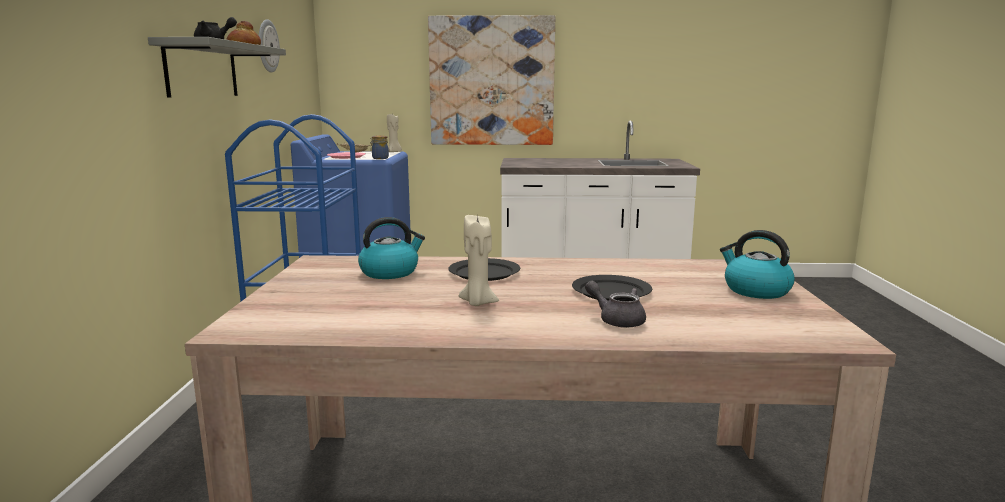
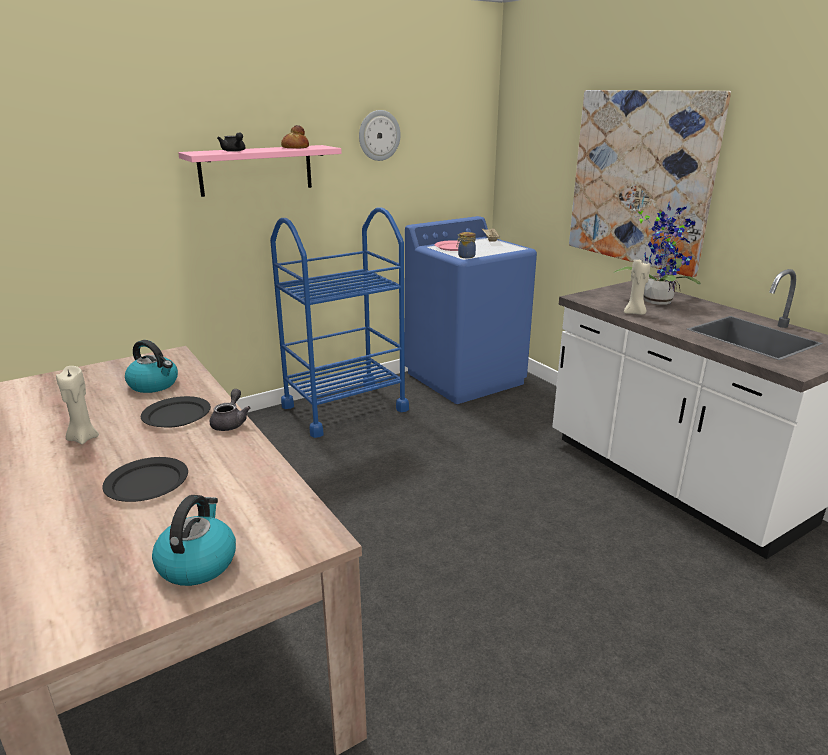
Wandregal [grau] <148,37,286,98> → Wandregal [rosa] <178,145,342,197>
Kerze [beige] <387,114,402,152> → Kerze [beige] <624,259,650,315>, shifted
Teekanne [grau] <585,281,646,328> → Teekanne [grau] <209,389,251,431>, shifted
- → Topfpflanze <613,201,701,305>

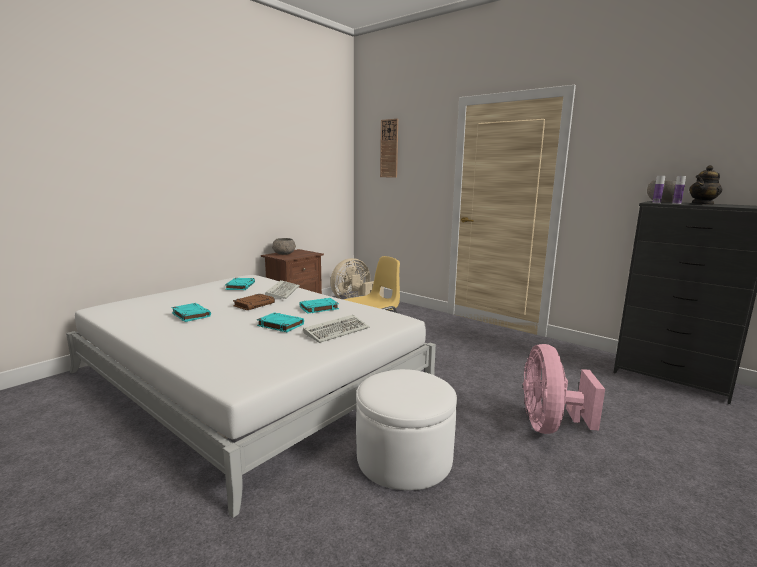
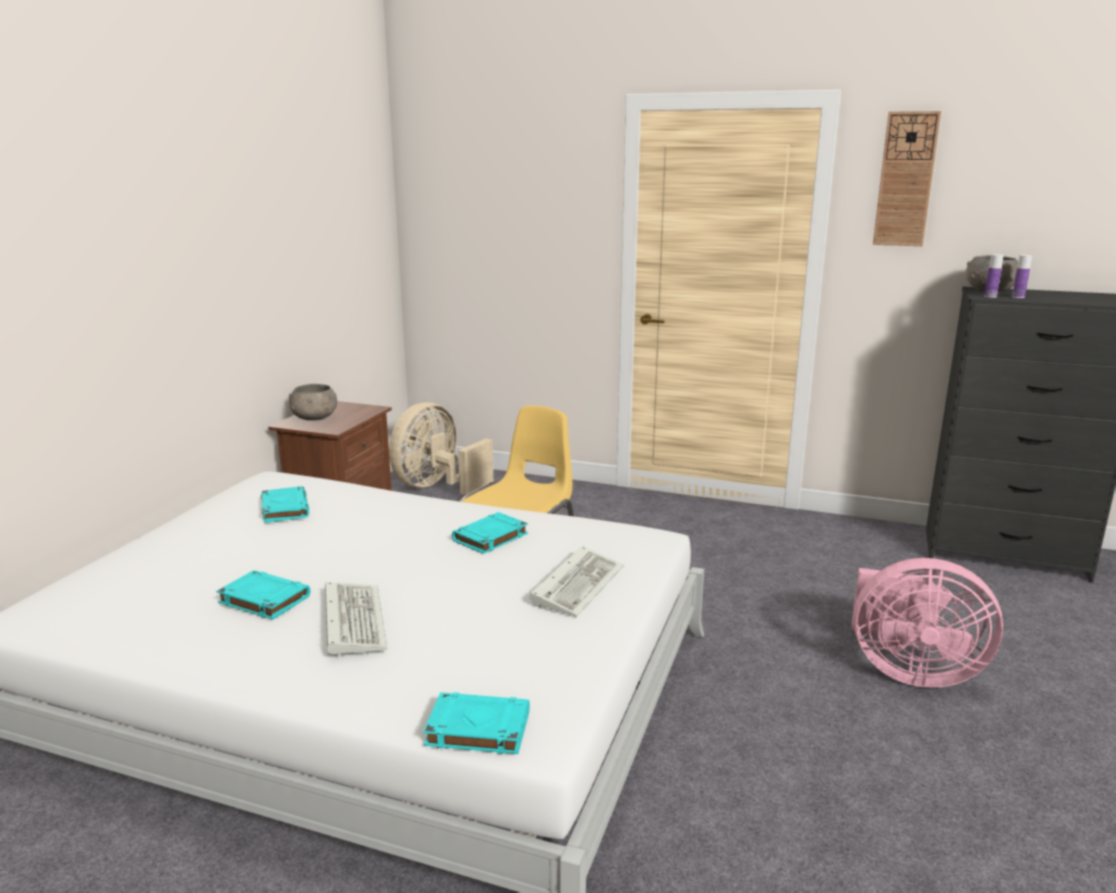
Wanduhr <380,119,398,178> → Wanduhr <873,111,941,246>, shifted
Teekanne <689,165,722,205> → -
Tastatur <265,280,300,299> → Tastatur <325,582,387,656>, shifted
Buch [braun] <233,294,275,310> → -
Buch [türkis] <257,312,304,332> → Buch [türkis] <423,692,530,754>, shifted
Ventilator [rosa] <523,344,605,434> → Ventilator [rosa] <852,558,1003,688>, 60 degrees counterclockwise
Polsterhocker [weiß] <356,369,457,490> → -

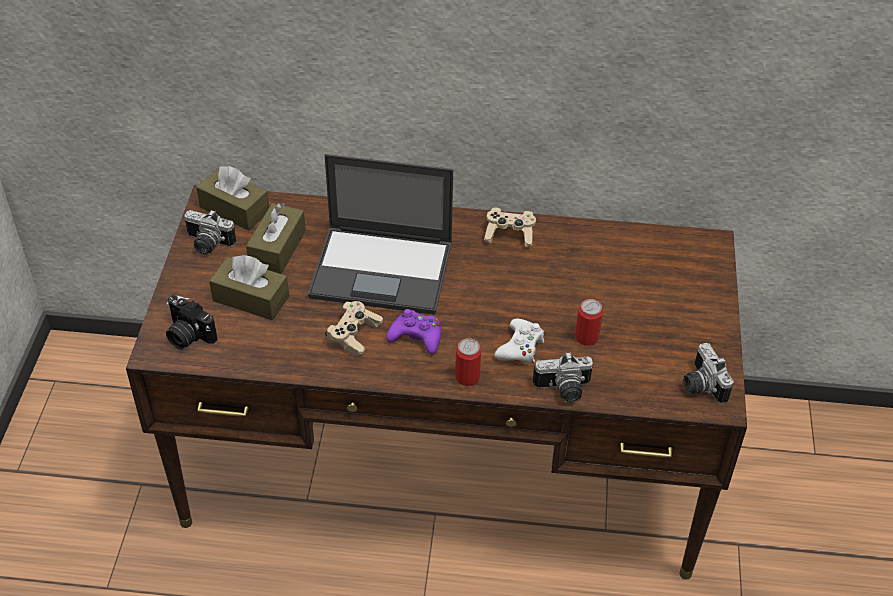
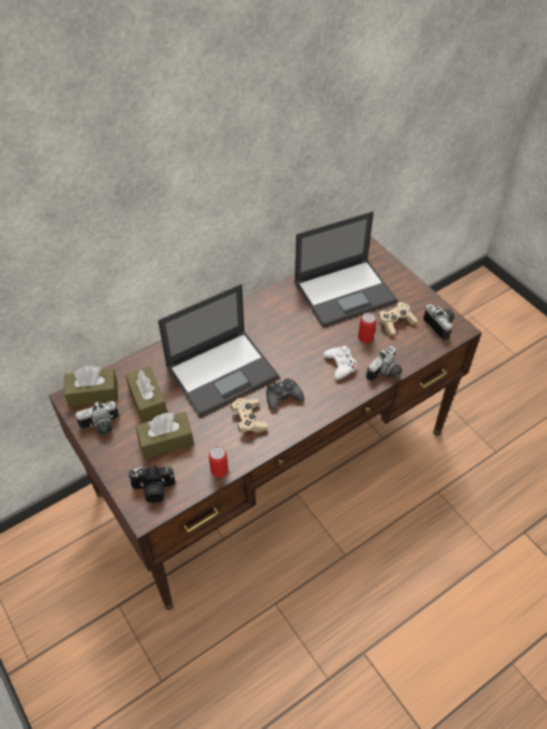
Gamepad [beige] <484,208,536,248> → Gamepad [beige] <378,302,417,336>, shifted
Gamepad [lila] <386,309,441,355> → Gamepad [schwarz] <266,378,305,411>
Dose <455,338,481,386> → Dose <209,446,228,478>, shifted
Kamera <683,343,734,404> → Kamera <423,304,455,341>, 150 degrees counterclockwise
- → Laptop <294,211,397,327>

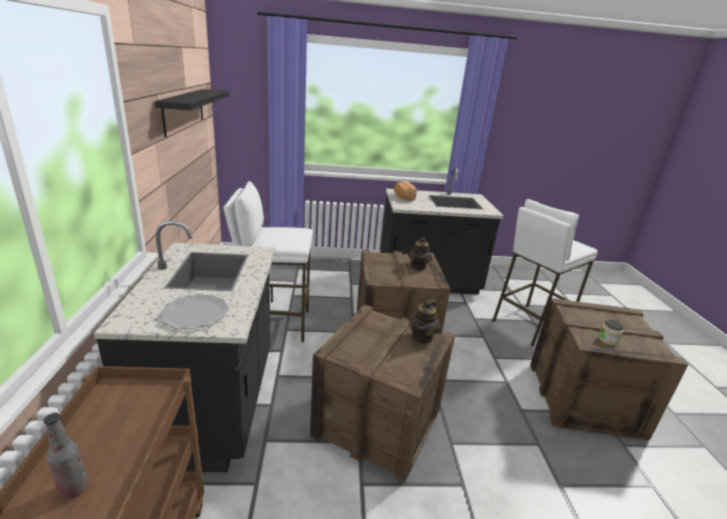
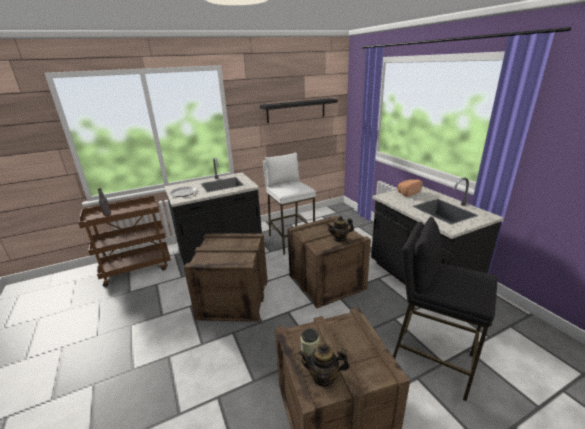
Hocker [weiß] <492,199,598,347> → Hocker [schwarz] <393,217,498,401>
Teekanne <409,299,440,344> → Teekanne <298,343,350,387>, shifted

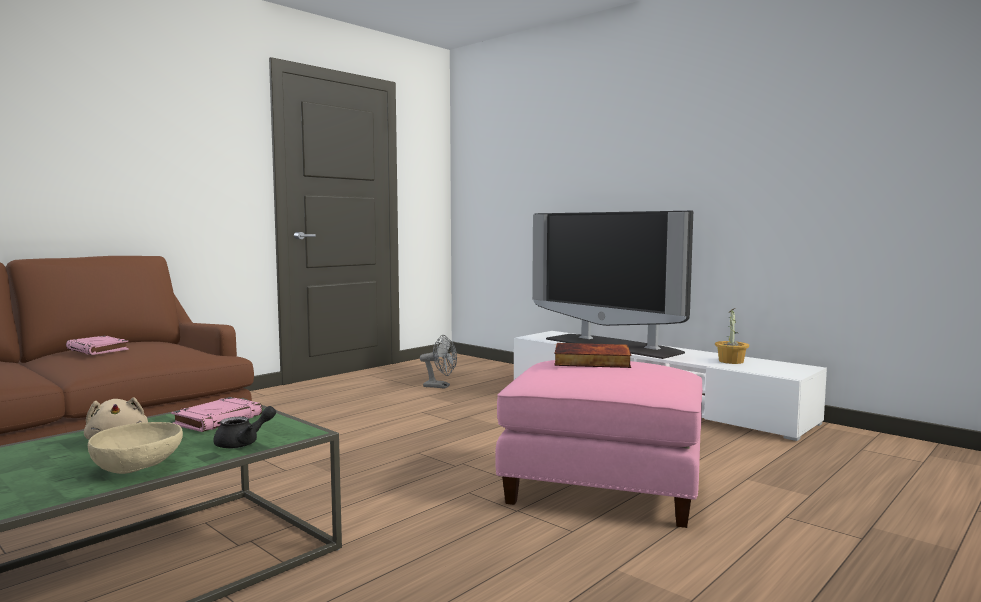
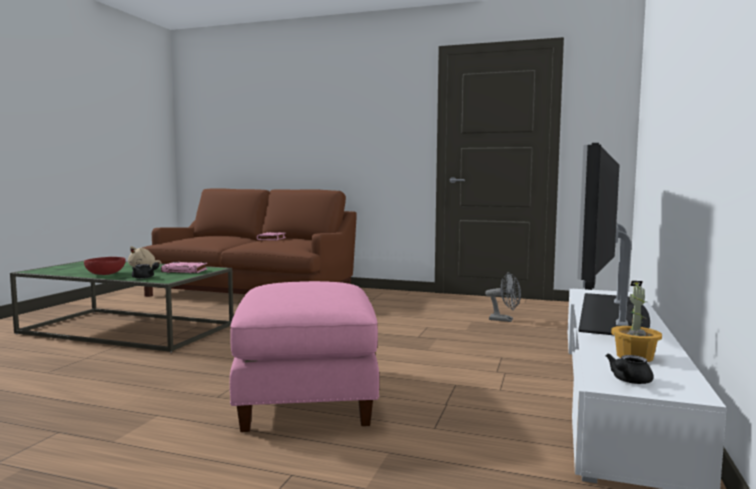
Ventilator [grau] <420,335,457,389> → Ventilator [grau] <485,272,521,322>, 60 degrees counterclockwise
Buch <554,343,631,368> → -
Schüssel [beige] <88,422,183,474> → Schüssel [rot] <84,257,126,275>
- → Teekanne [schwarz] <606,354,654,384>

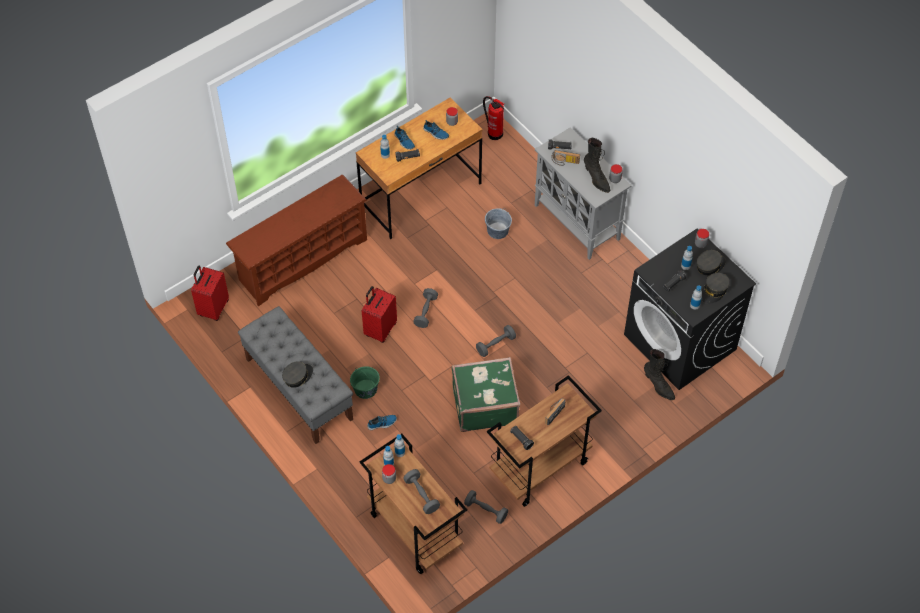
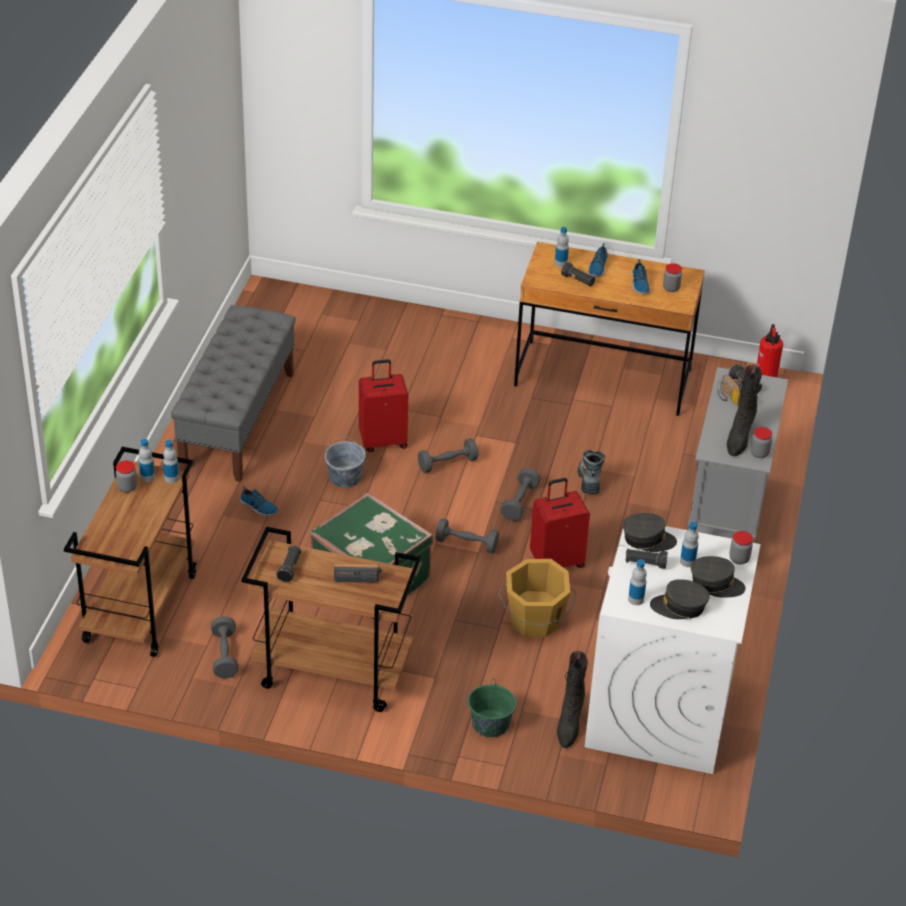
Schuhregal [braun] <226,175,367,306> → -
Eimer [grau] <485,208,512,239> → Eimer [grau] <325,436,366,488>, shifted
Waschmaschine [schwarz] <624,228,756,390> → Waschmaschine [weiß] <585,526,761,774>
Koffer [rot] <191,265,229,321> → Koffer [rot] <530,478,590,568>, shifted
Kappe [grau] <282,361,313,388> → Kappe [grau] <623,513,677,552>, shifted
Eimer [grün] <350,366,380,399> → Eimer [grün] <468,678,517,737>, shifted
Hantel [grau] <403,469,440,514> → Hantel [grau] <500,468,541,521>, shifted
- → Stiefel <578,450,605,494>
- → Eimer [orange] <498,559,576,637>

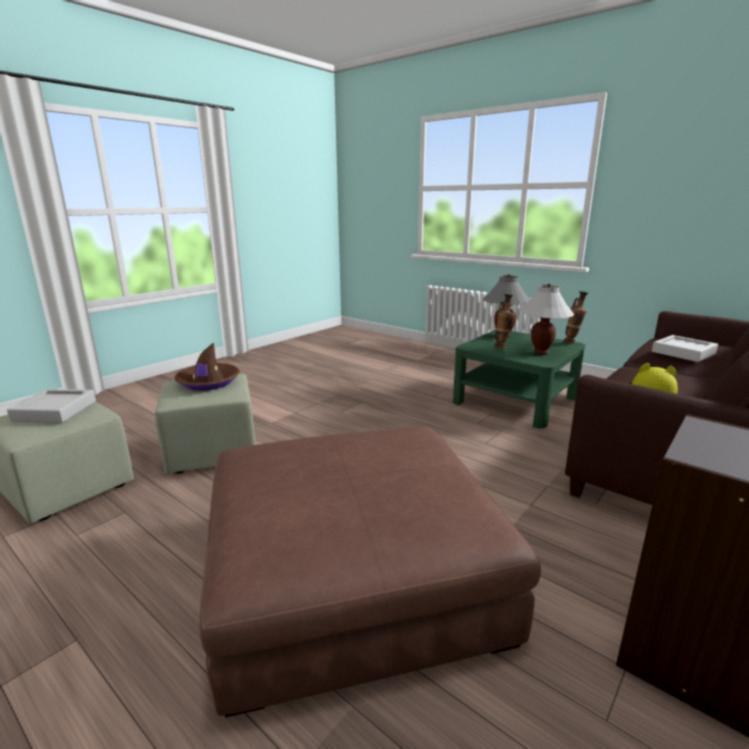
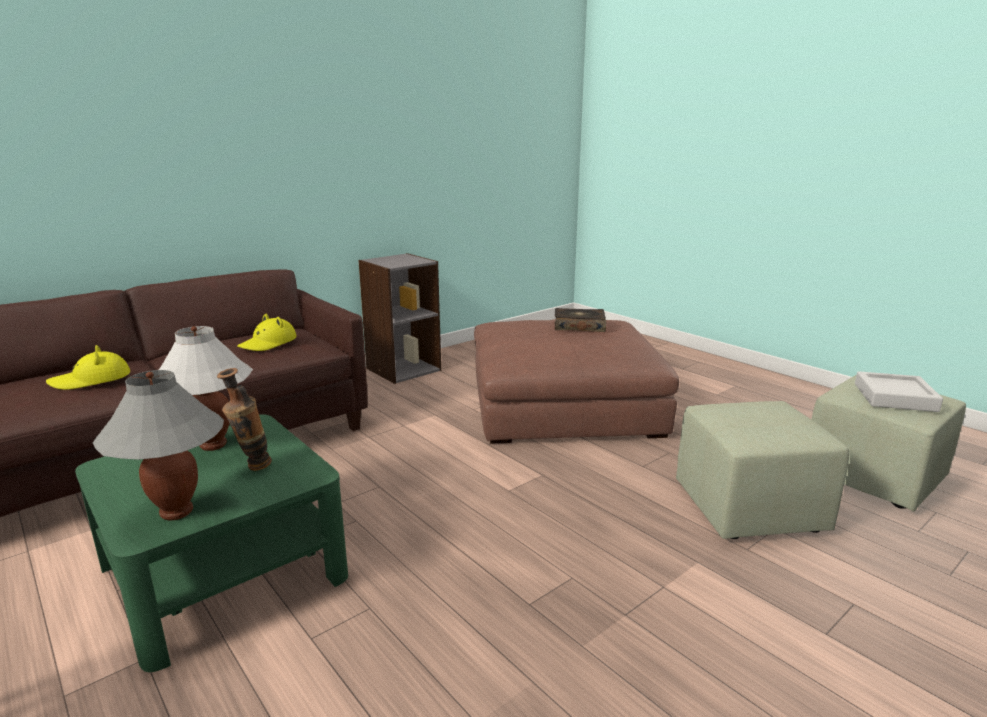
Vase <564,291,589,344> → -
Tablett [grau] <652,335,718,362> → Hut [gelb] <46,345,130,390>
Hut [braun] <174,342,240,391> → -
- → Buch <555,308,606,332>

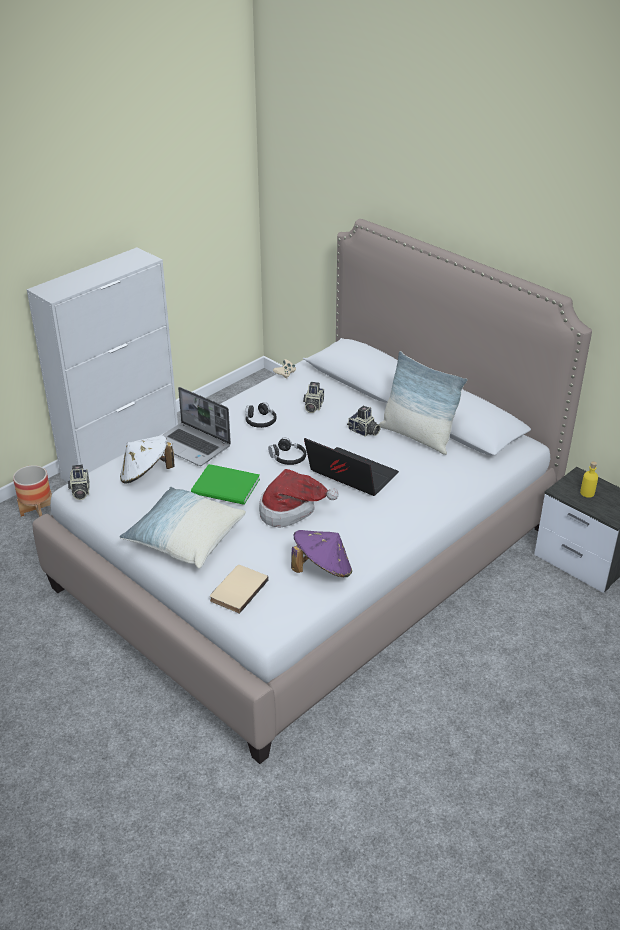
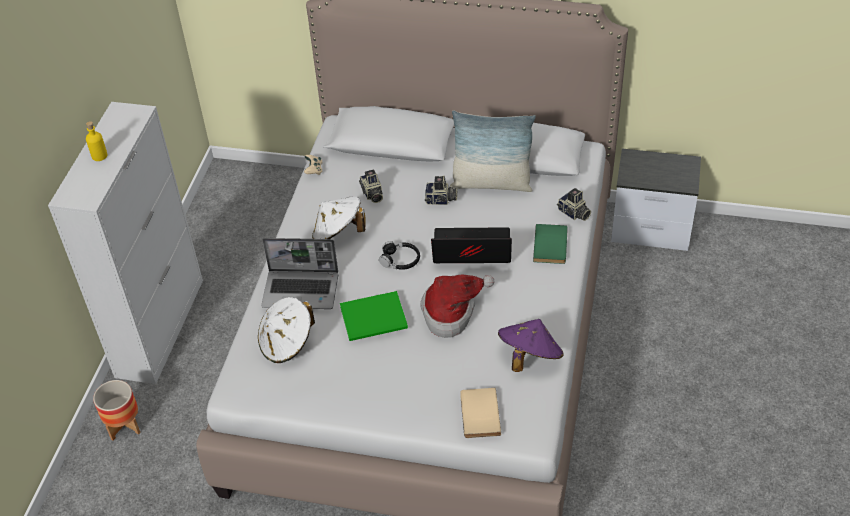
Kopfhörer [schwarz] <245,402,277,428> → Hut [weiß] <312,196,366,239>
Flasche [gelb] <580,461,598,498> → Flasche [gelb] <86,121,108,161>, shifted
Kamera <68,465,89,500> → Kamera <557,188,591,221>, shifted
Kissen <120,487,246,568> → -
- → Buch [grün] <533,224,568,264>

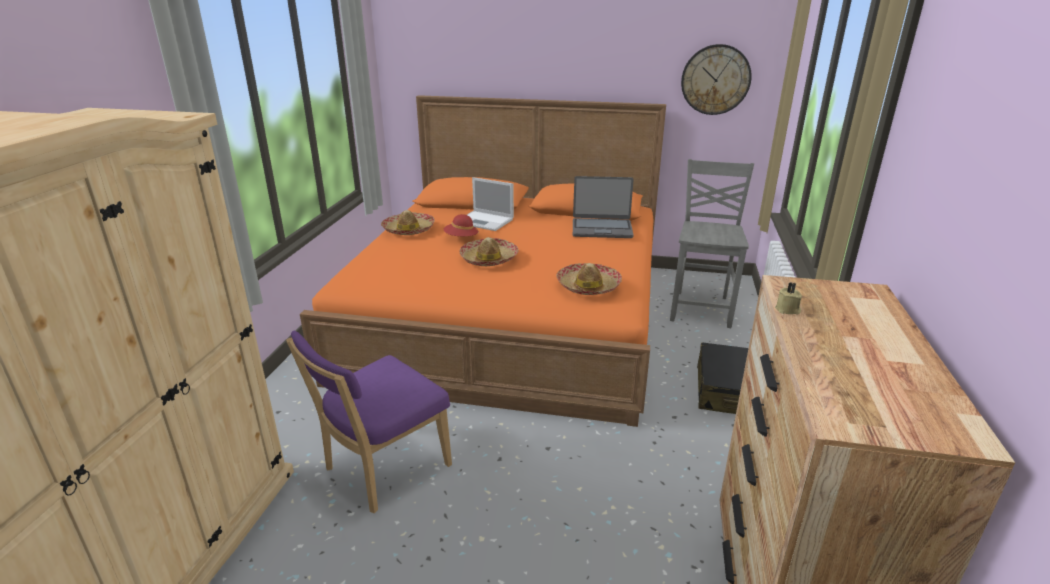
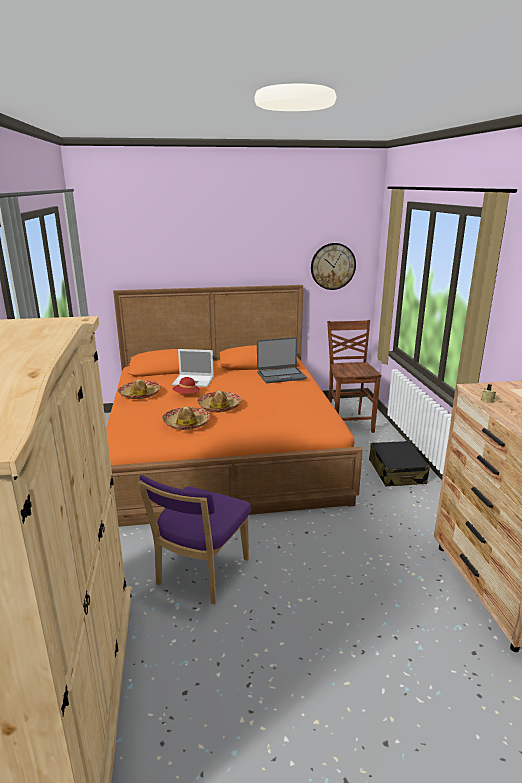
Stuhl [grau] <670,159,754,328> → Stuhl [braun] <327,320,381,433>
Hut <556,263,622,295> → Hut <162,407,210,430>, shifted

